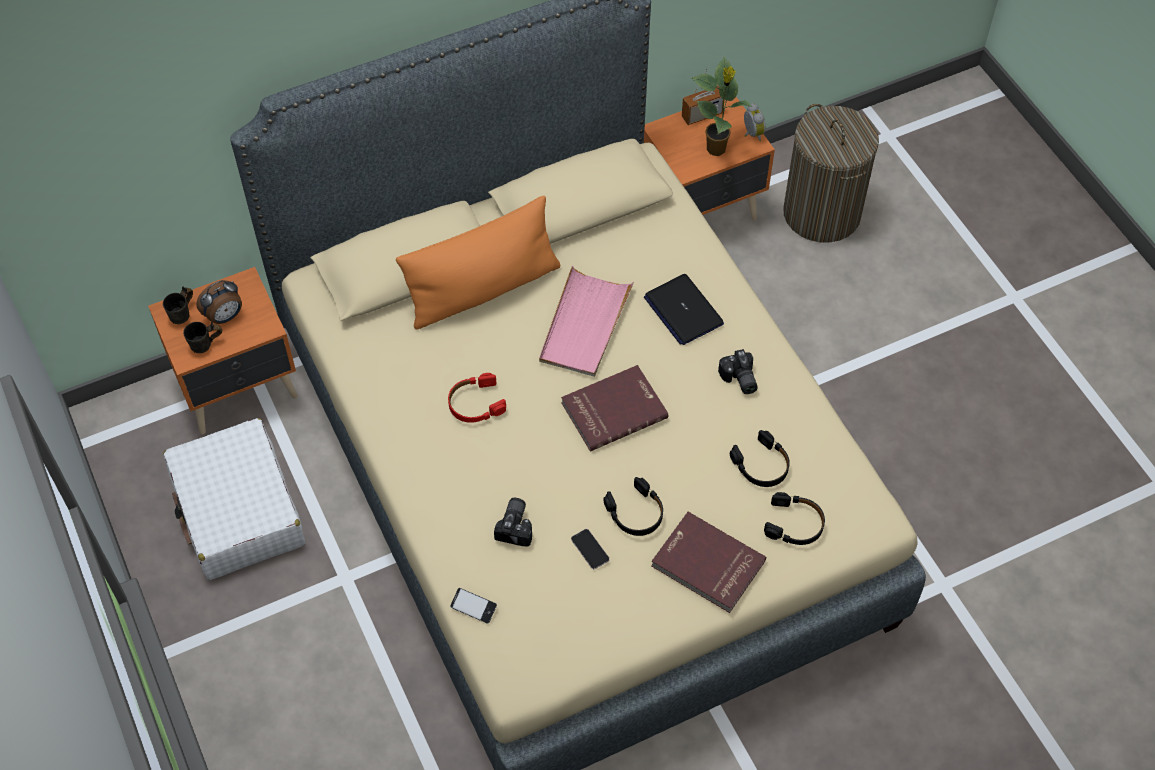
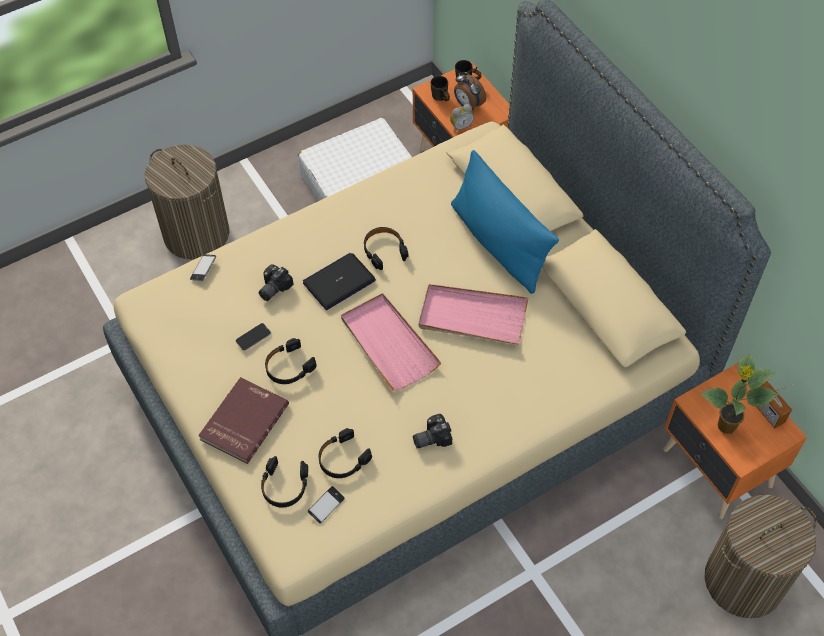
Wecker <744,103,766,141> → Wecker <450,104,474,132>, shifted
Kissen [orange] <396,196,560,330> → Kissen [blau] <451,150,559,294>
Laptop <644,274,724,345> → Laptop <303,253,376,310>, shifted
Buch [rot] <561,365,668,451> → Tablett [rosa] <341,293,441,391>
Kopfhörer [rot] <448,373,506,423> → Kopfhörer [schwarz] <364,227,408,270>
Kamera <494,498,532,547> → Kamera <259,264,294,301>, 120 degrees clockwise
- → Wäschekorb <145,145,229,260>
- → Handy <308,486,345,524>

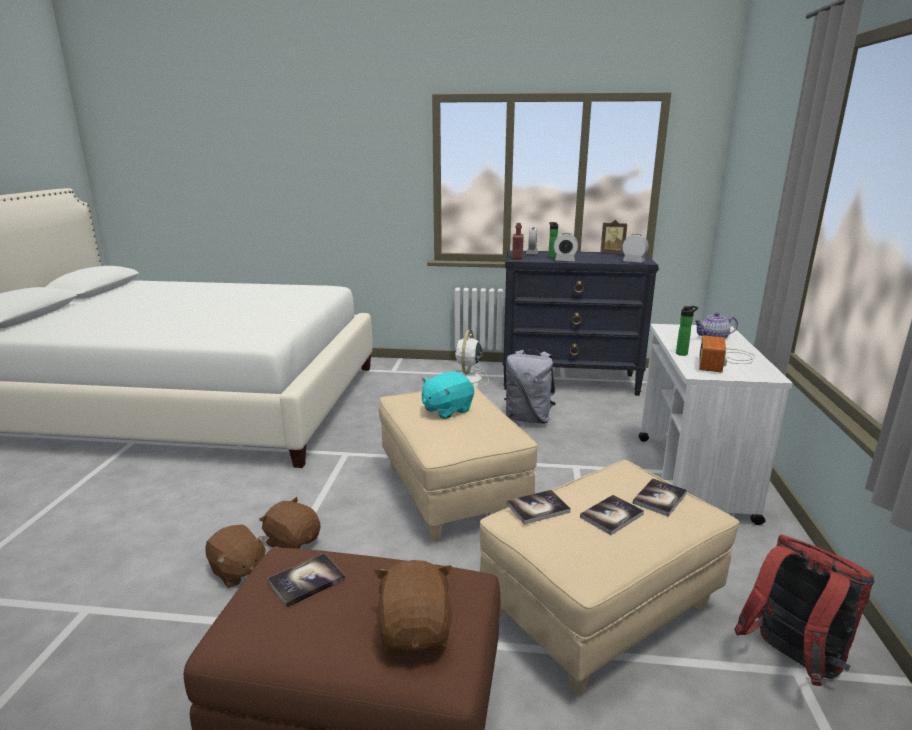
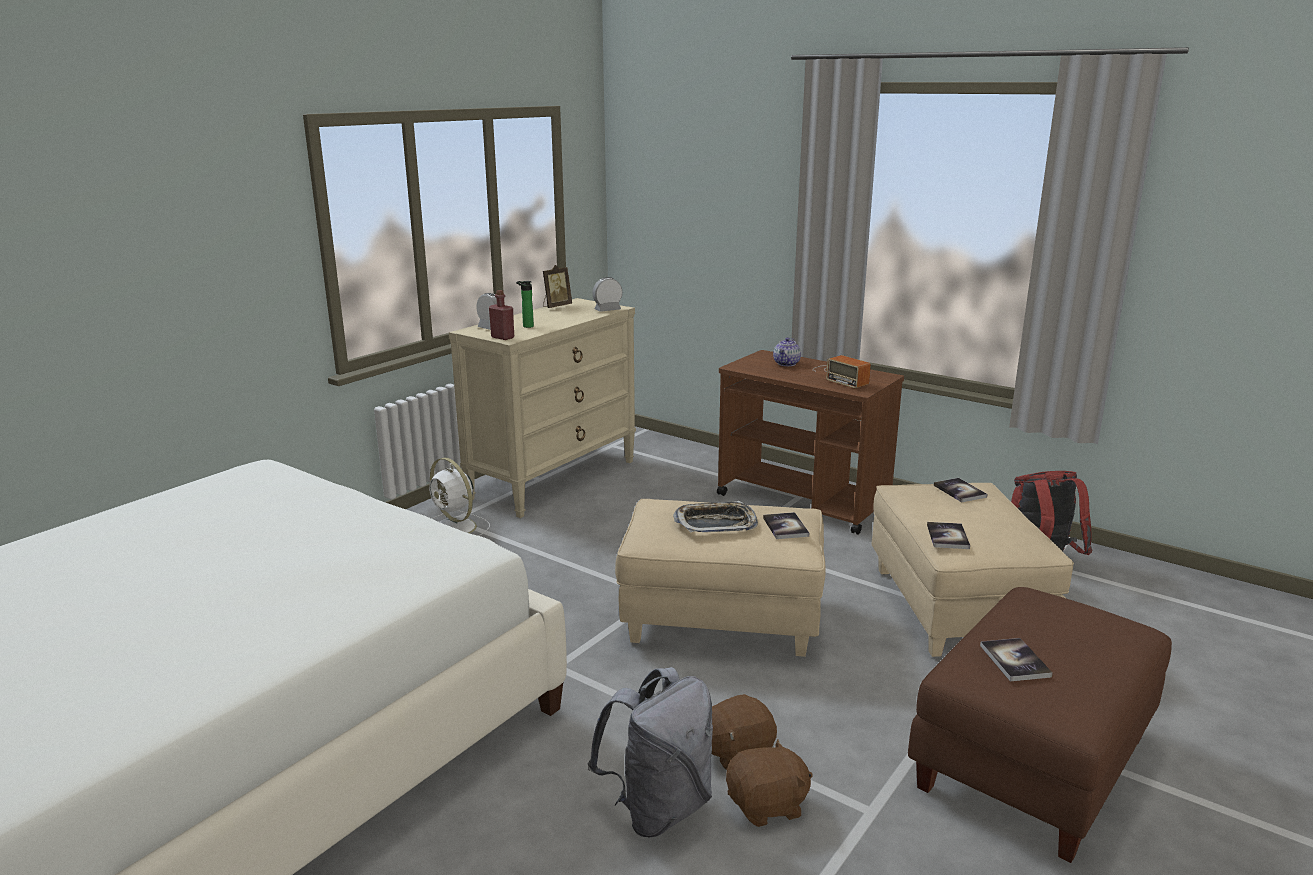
Wecker <553,233,578,261> → -
Kommode [schwarz] <503,250,658,396> → Kommode [beige] <449,298,636,518>
Flasche <676,306,698,356> → -
Rollwagen [weiß] <638,324,792,525> → Rollwagen [braun] <717,350,904,535>
Rucksack [grau] <504,349,556,424> → Rucksack [grau] <588,667,713,837>, shifted
Plüschtier [türkis] <422,372,474,419> → Tablett <673,501,758,533>
Buch <580,495,644,535> → Buch <763,512,809,539>, shifted
Plüschtier [braun] <374,560,453,654> → -

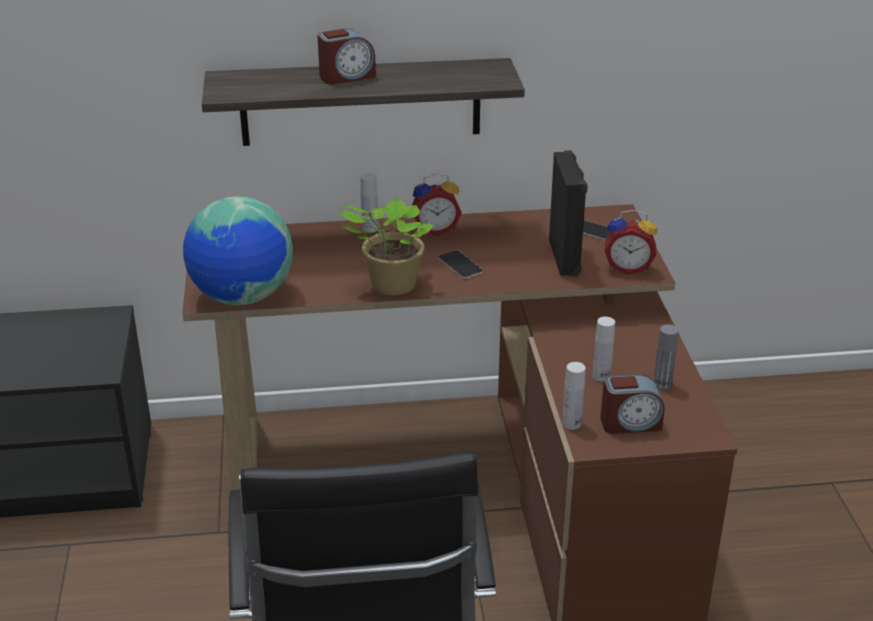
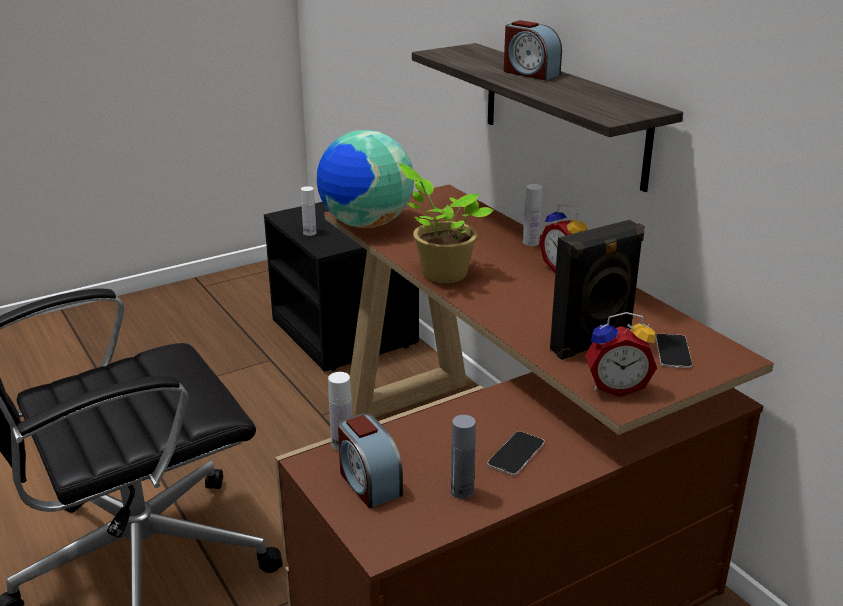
Wecker <605,210,657,275> → Wecker <585,312,657,397>, 75 degrees counterclockwise
Handy <438,250,483,279> → Handy <487,431,544,476>, shifted
Flasche [weiß] <592,317,615,382> → Flasche [weiß] <301,186,316,236>, shifted

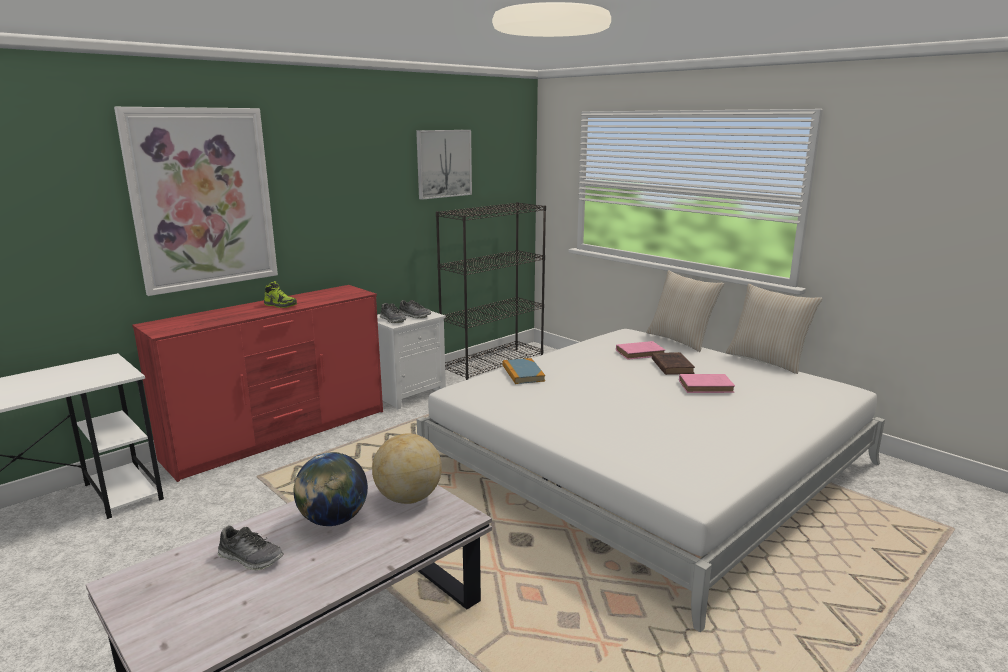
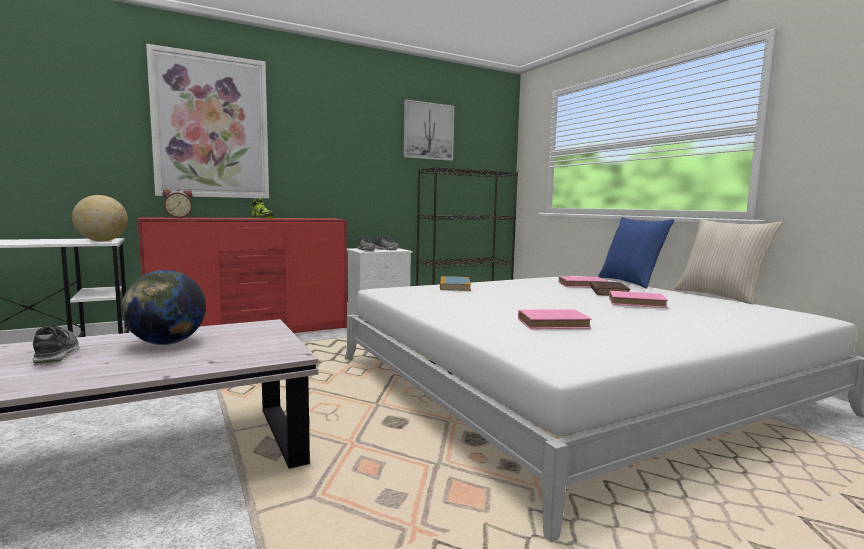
Kissen [beige] <646,270,724,352> → Kissen [blau] <598,217,674,289>
Globus <372,433,442,504> → Globus <72,195,128,241>, shifted
Schuh <217,526,284,570> → Schuh <32,325,80,366>, 150 degrees counterclockwise
- → Wecker <163,190,192,218>
- → Buch [rosa] <518,309,591,329>

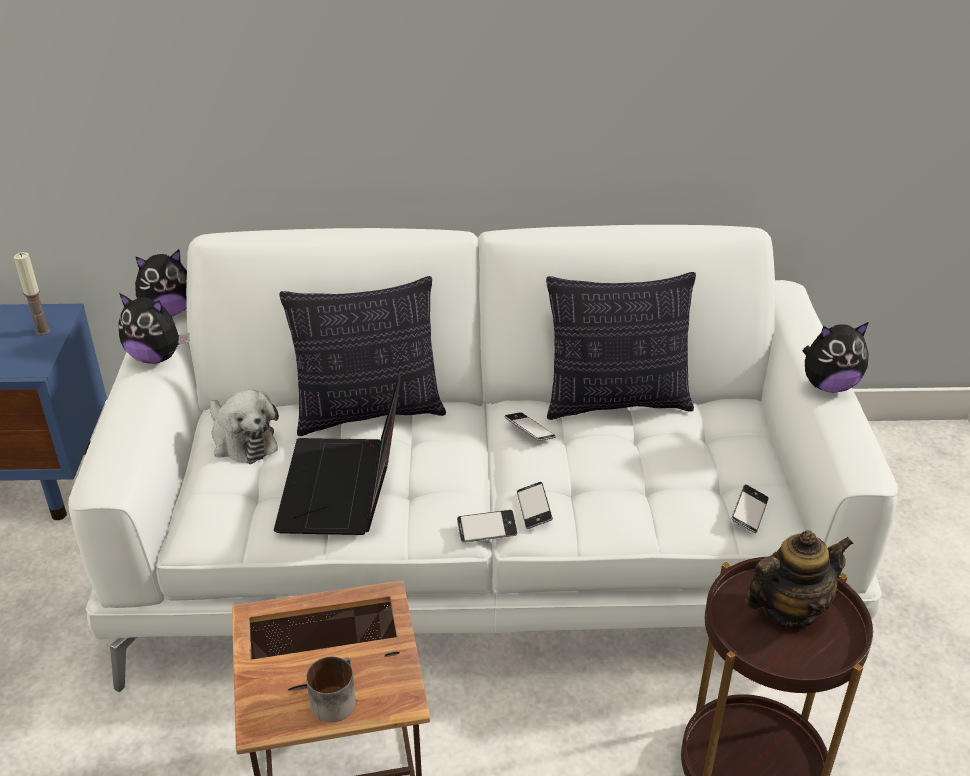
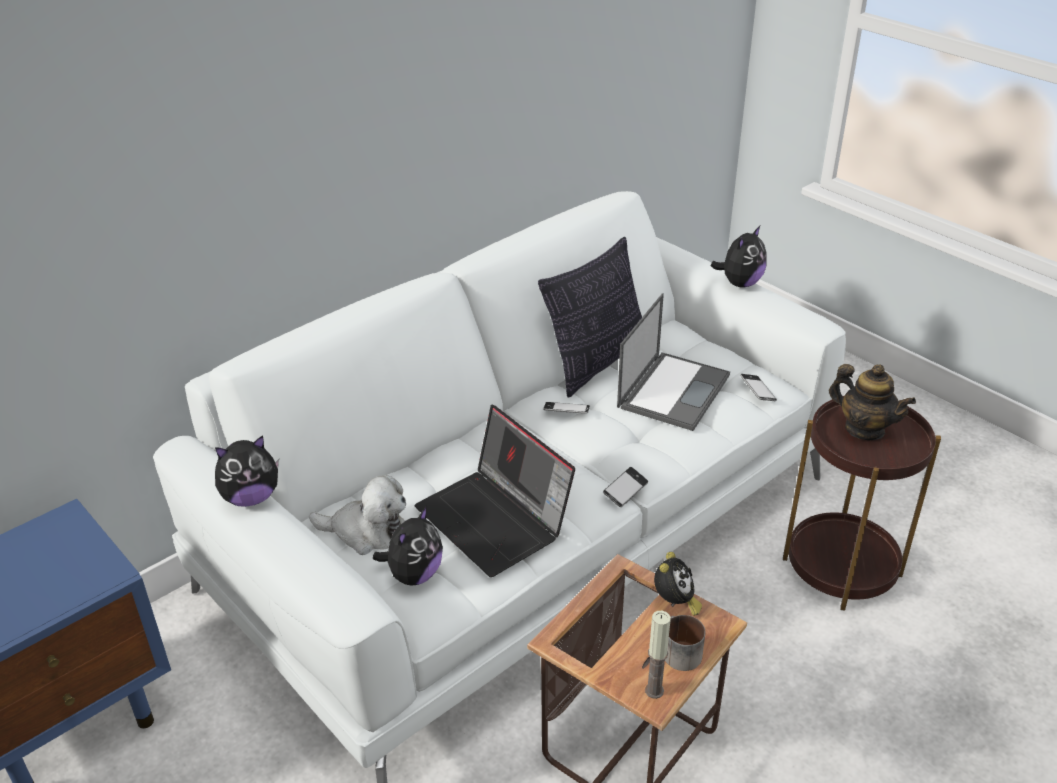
Plüschtier <135,249,187,317> → Plüschtier <373,506,443,586>, shifted
Kerze <14,252,51,335> → Kerze <645,611,671,699>, shifted
Kissen <279,276,446,436> → -
Handy <517,482,553,529> → -
Teekanne <745,530,854,629> → Teekanne <829,364,916,440>, 105 degrees clockwise
- → Laptop <617,293,730,431>
- → Wecker <654,552,702,616>

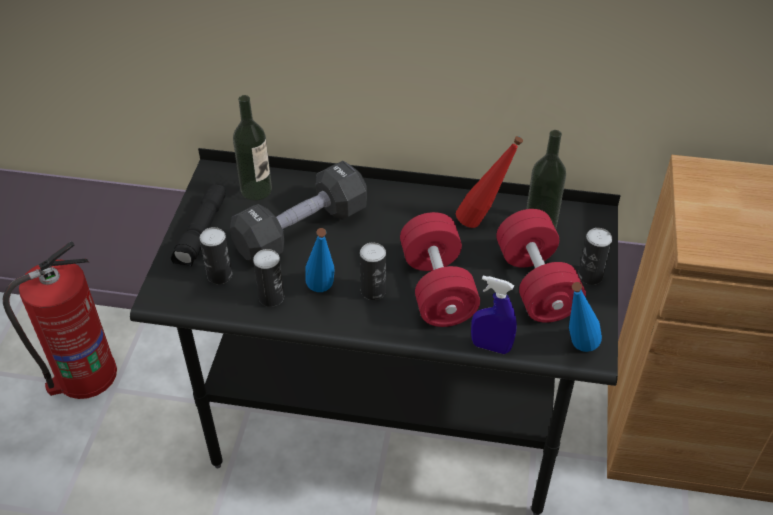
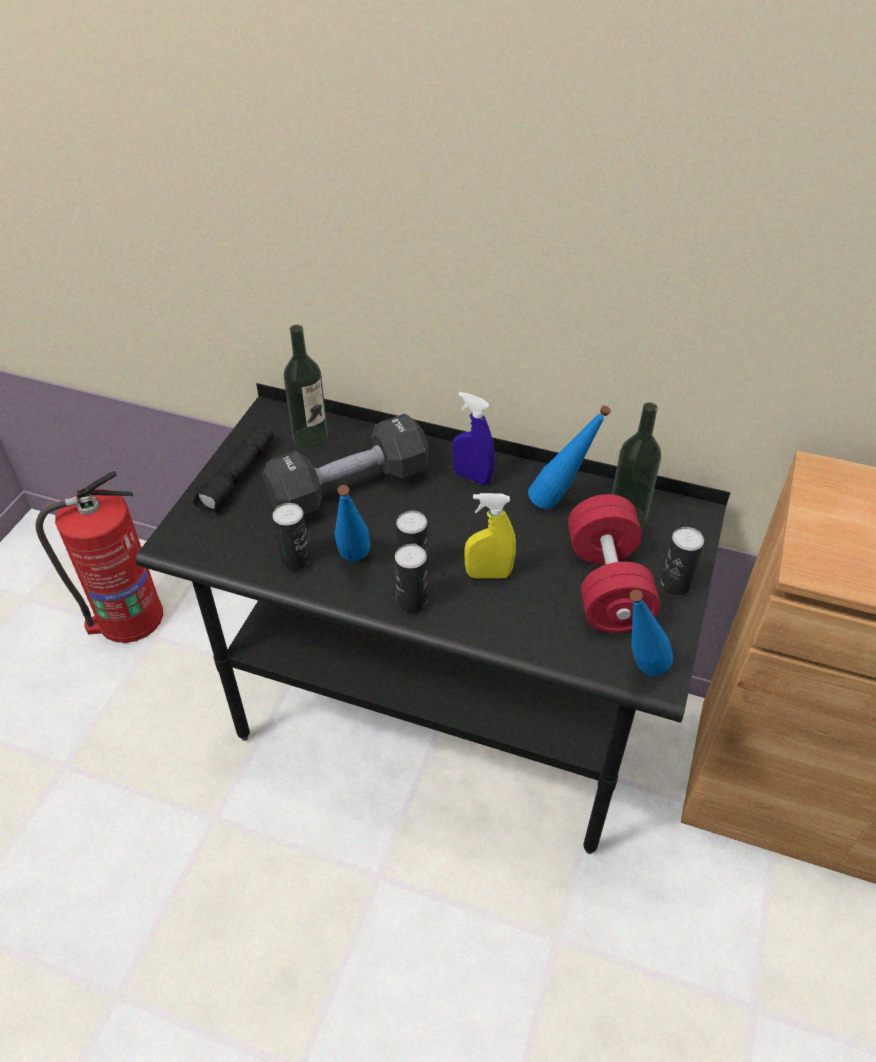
Flasche [rot] <456,136,523,228> → Flasche [blau] <528,405,611,509>
Hantel [rot] <400,212,480,327> → Sprühflasche [gelb] <464,493,516,578>
Dose <200,227,232,284> → Dose <395,544,427,613>, shifted
Sprühflasche [blau] <471,276,517,354> → Sprühflasche [blau] <452,392,495,485>, shifted

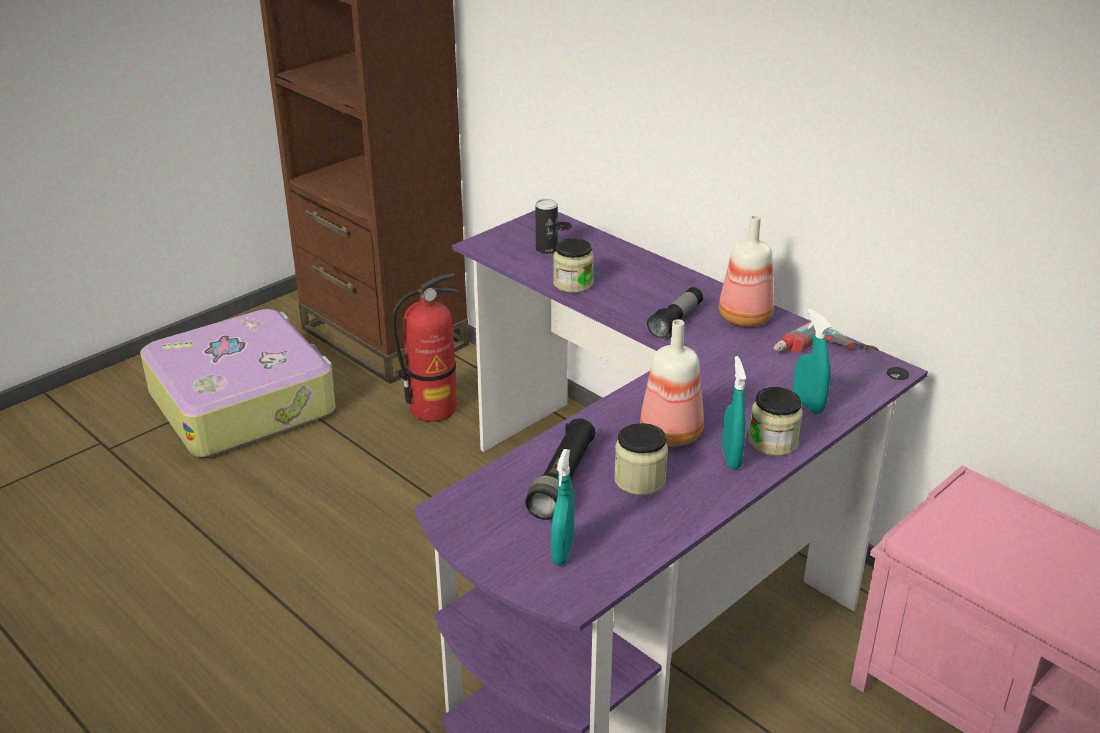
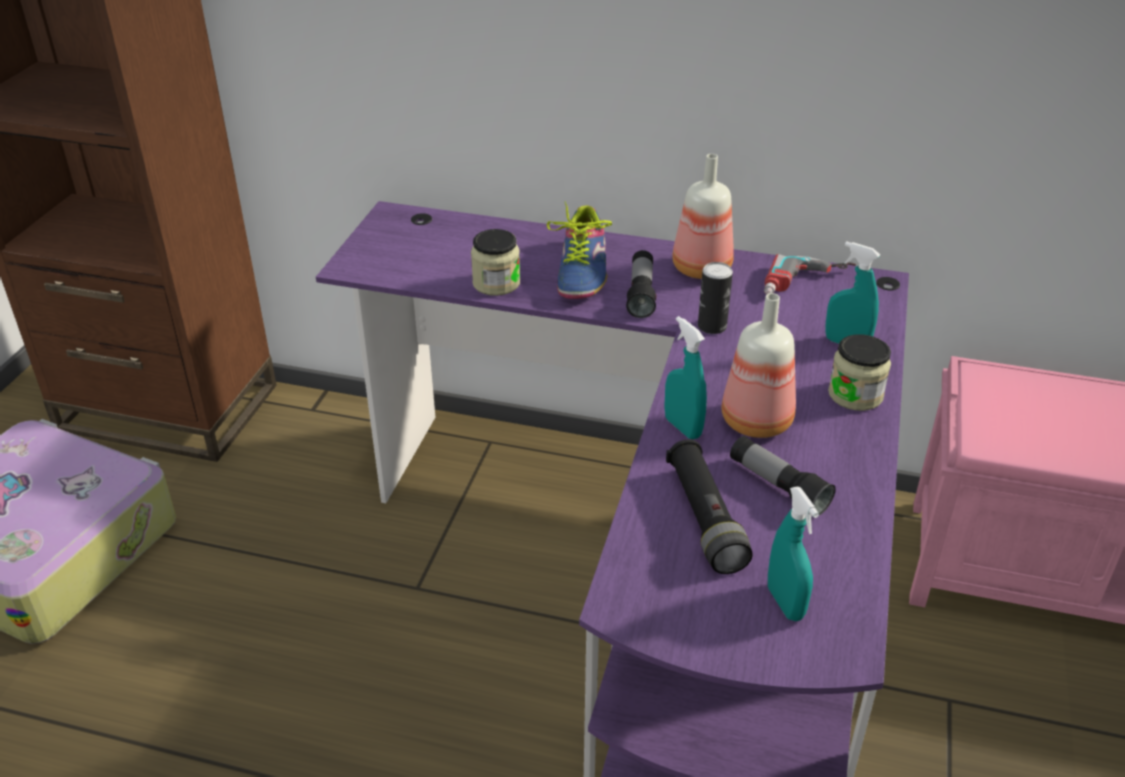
Dose <535,199,558,254> → Dose <698,262,733,334>, shifted
Feuerlöscher <392,273,459,422> → -
Sprühflasche [türkis] <722,356,746,469> → Sprühflasche [türkis] <664,316,707,439>, shifted
Vorratsglas <614,423,668,495> → Taschenlampe <730,436,836,516>
- → Schuh <547,202,612,299>

